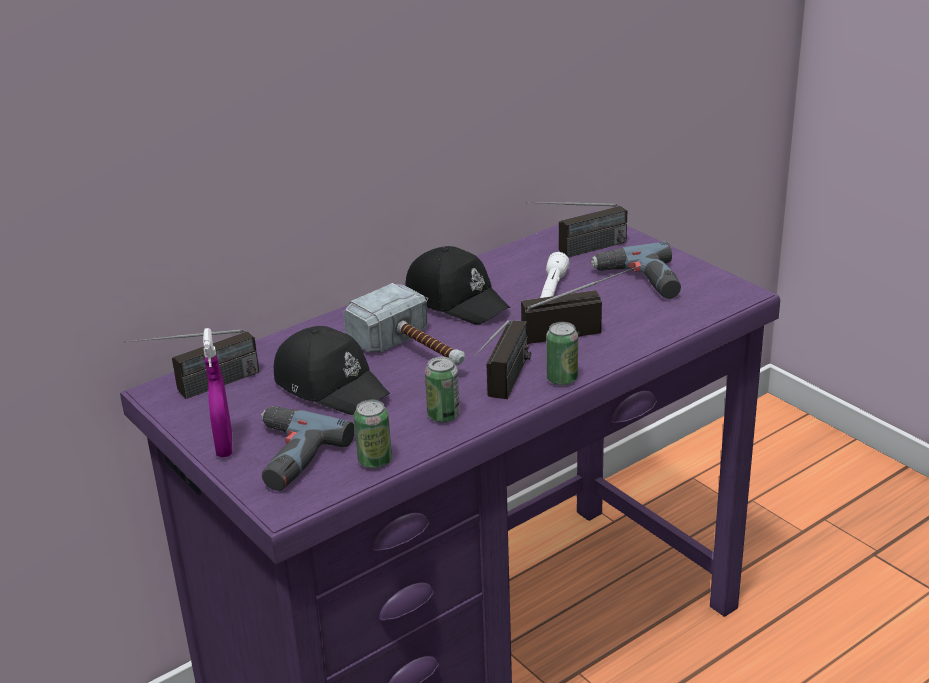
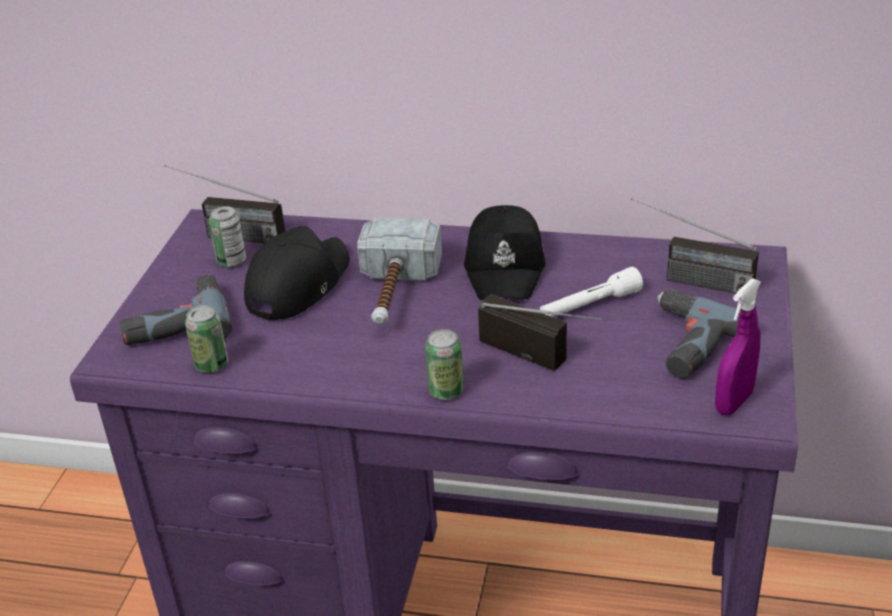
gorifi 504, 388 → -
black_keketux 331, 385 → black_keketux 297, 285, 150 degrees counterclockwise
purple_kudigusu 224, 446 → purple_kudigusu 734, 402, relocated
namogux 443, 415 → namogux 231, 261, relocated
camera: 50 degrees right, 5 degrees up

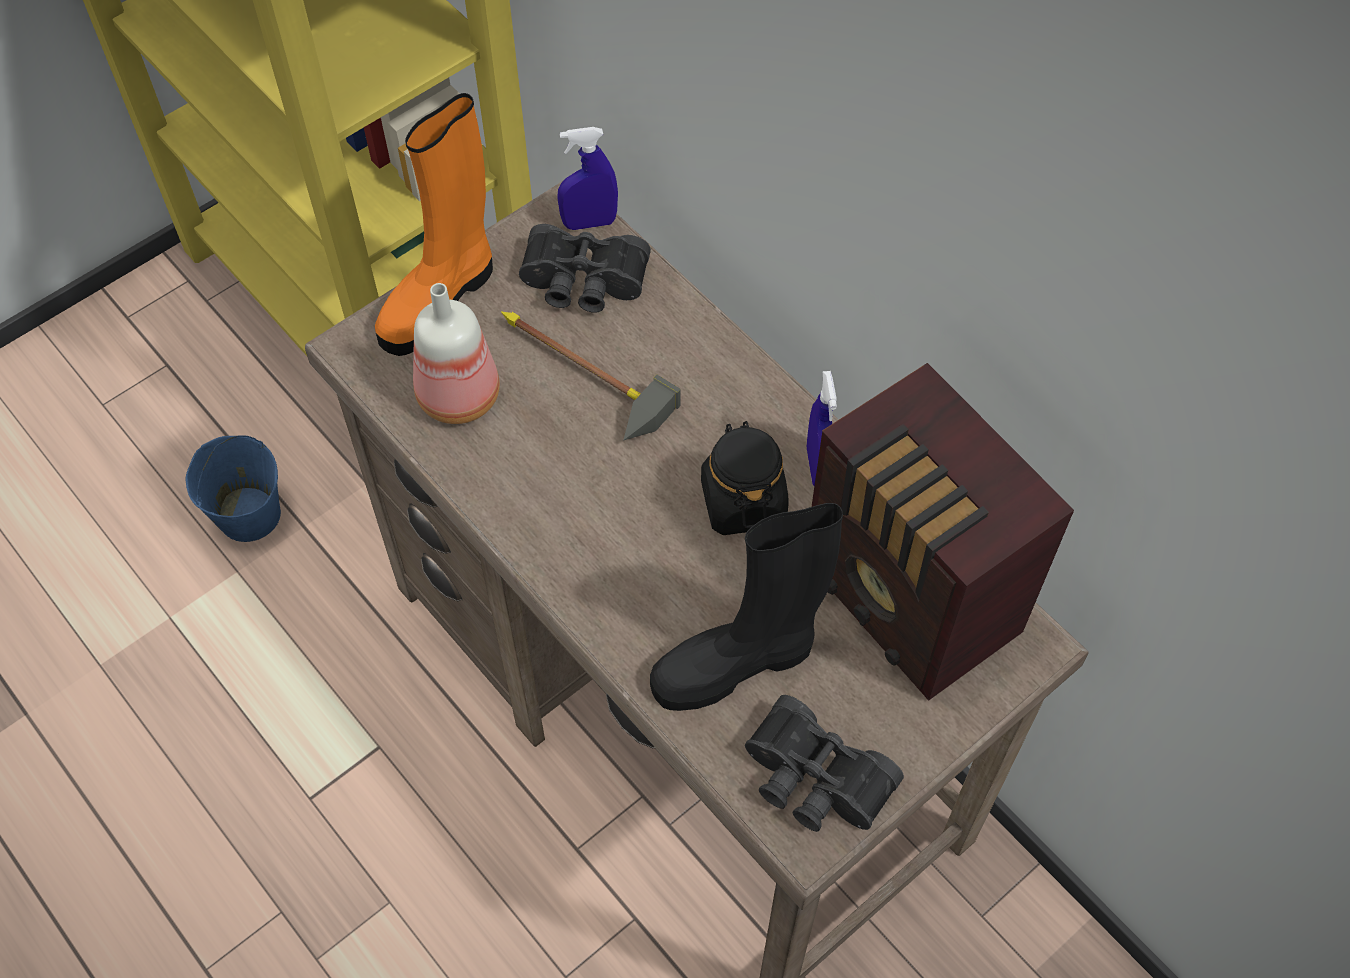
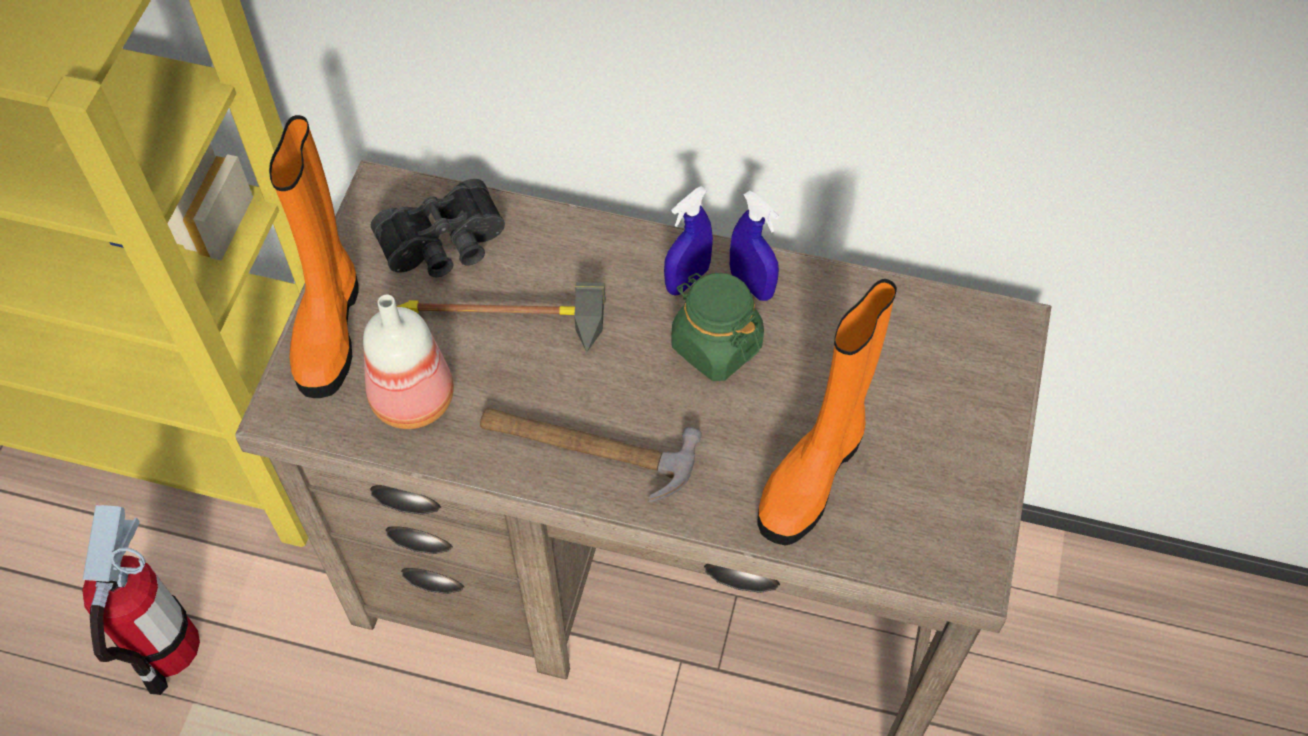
blue_kudigusu 589, 223 → blue_kudigusu 687, 279, relocated
gorifi 911, 603 → -
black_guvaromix 743, 501 → green_guvaromix 715, 345
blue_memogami 248, 514 → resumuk 166, 646
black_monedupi 737, 663 → orange_monedupi 814, 474
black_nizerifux 813, 781 → -
- → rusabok 586, 447
camera: 35 degrees left, 0 degrees up

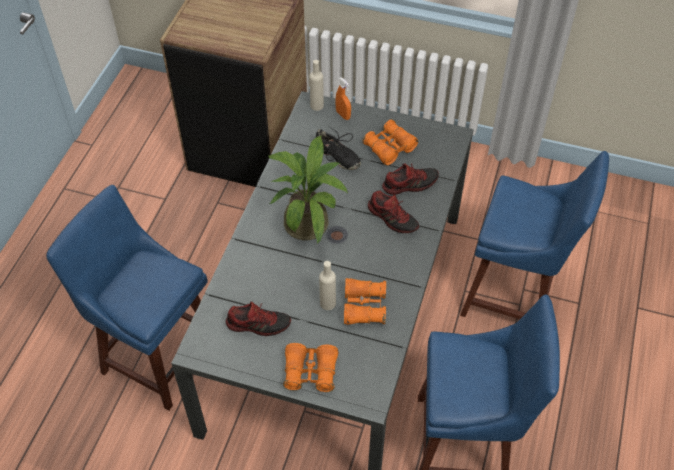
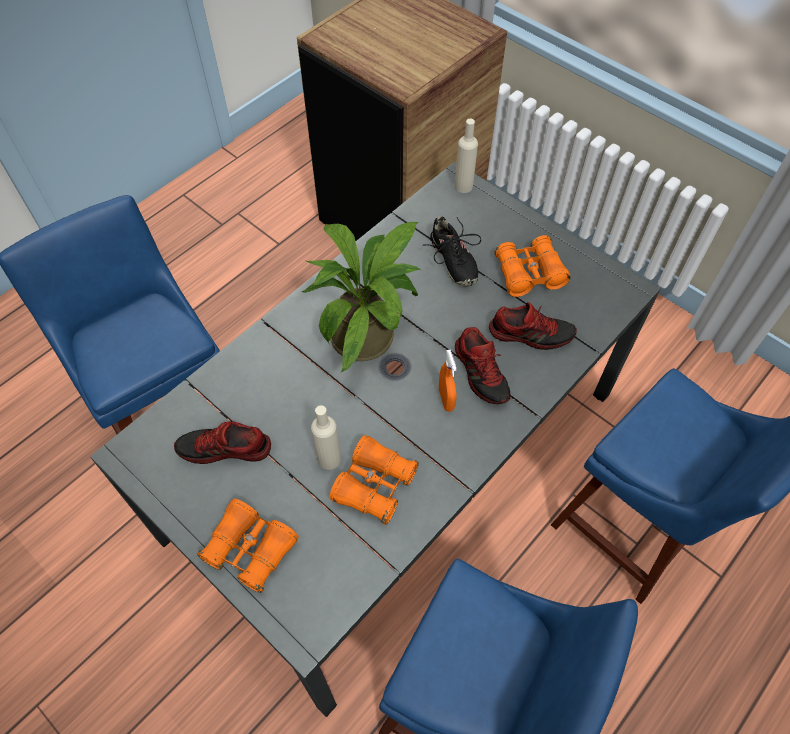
orange_kudigusu 343, 115 → orange_kudigusu 446, 399, relocated
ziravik 258, 324 → ziravik 225, 450, 150 degrees clockwise
camera: 25 degrees right, 5 degrees up

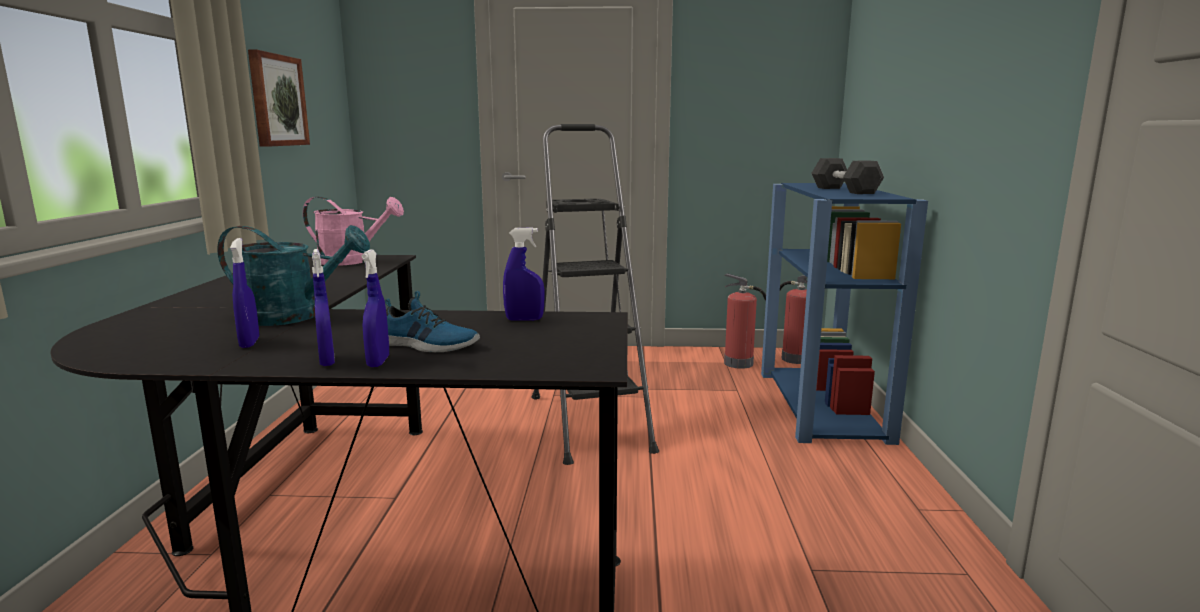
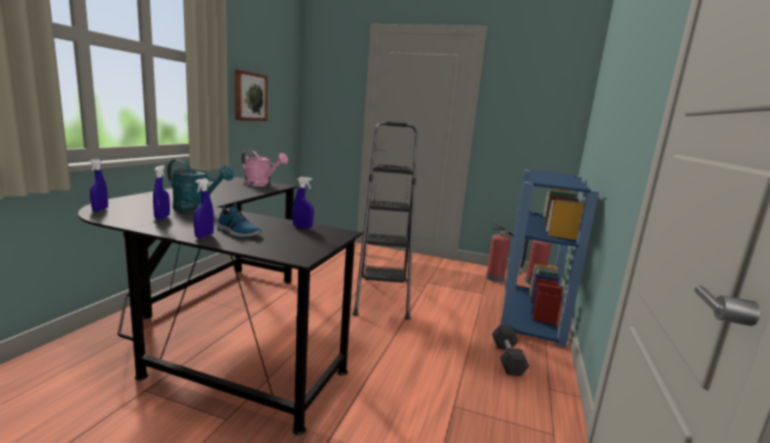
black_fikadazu 844, 190 → black_fikadazu 507, 358, relocated
blue_kudigusu 327, 361 → blue_kudigusu 100, 210, relocated
camera: 15 degrees right, 0 degrees up

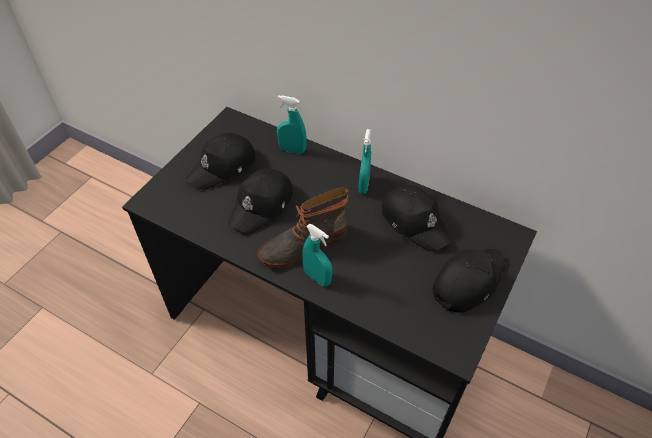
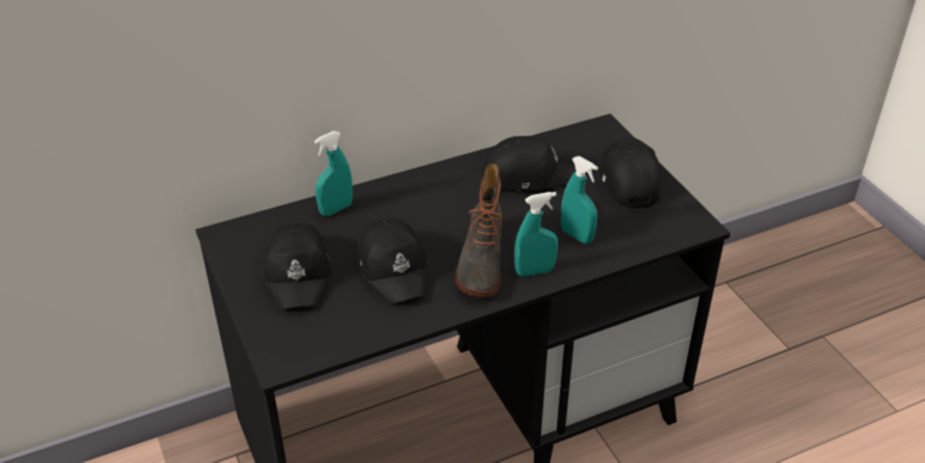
turquoise_kudigusu 363, 185 → turquoise_kudigusu 577, 235, relocated
camera: 55 degrees left, 10 degrees down

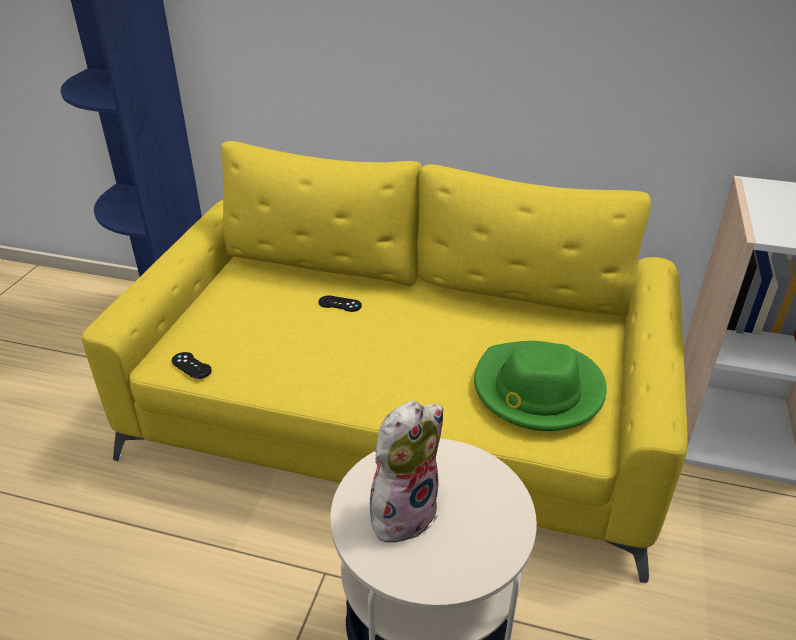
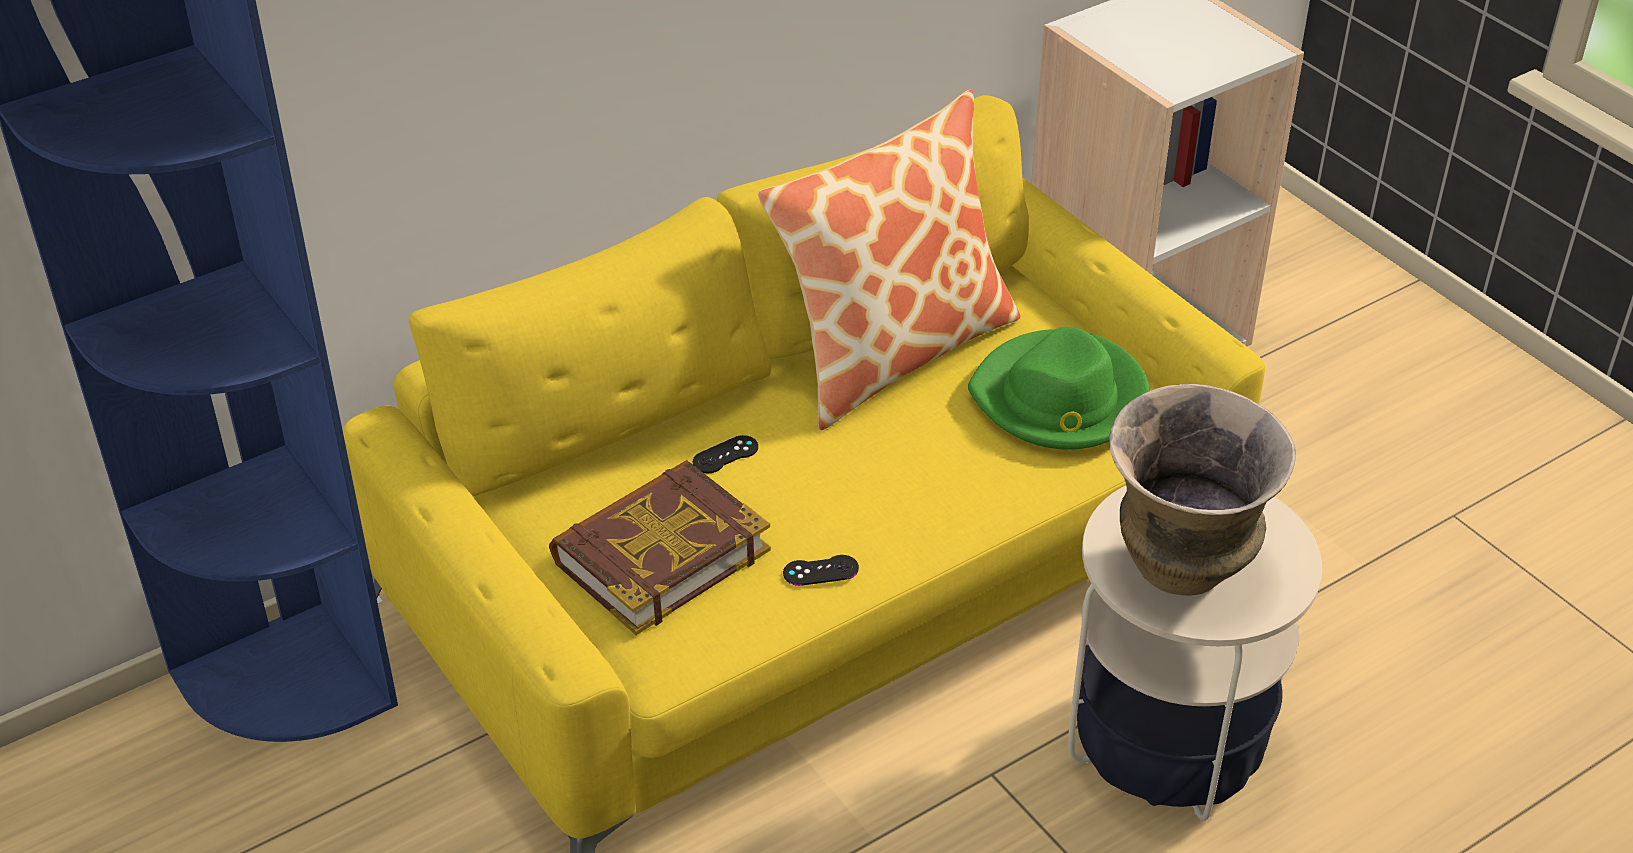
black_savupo 191, 365 → black_savupo 820, 571, relocated
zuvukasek 403, 511 → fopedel 1183, 571
- → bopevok 893, 351
- → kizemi 660, 555
camera: 50 degrees left, 5 degrees up

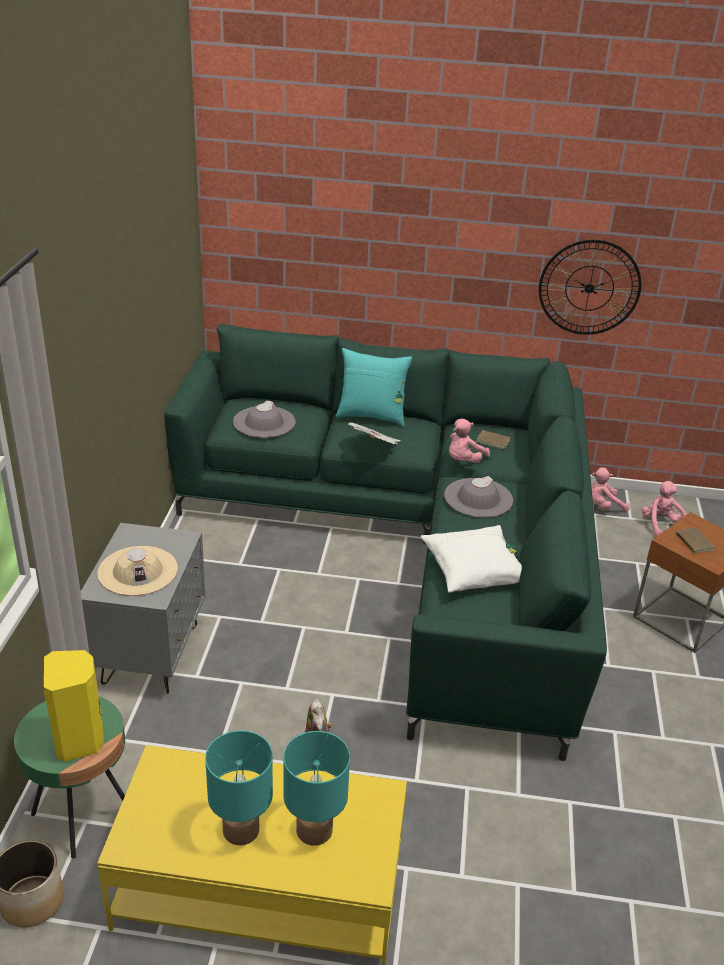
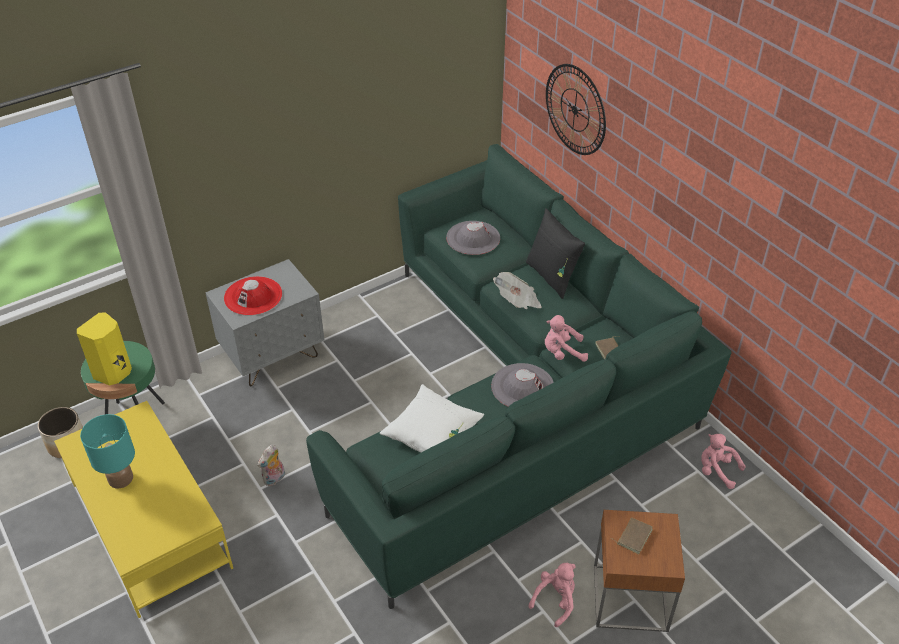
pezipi 589, 288 → pezipi 575, 110, relocated
turquoise_bopevok 371, 417 → black_bopevok 551, 277
pink_zuvukasek 661, 525 → pink_zuvukasek 555, 600, relocated
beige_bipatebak 138, 571 → red_bipatebak 253, 296
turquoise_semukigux 314, 830 → -
camera: 50 degrees right, 10 degrees up

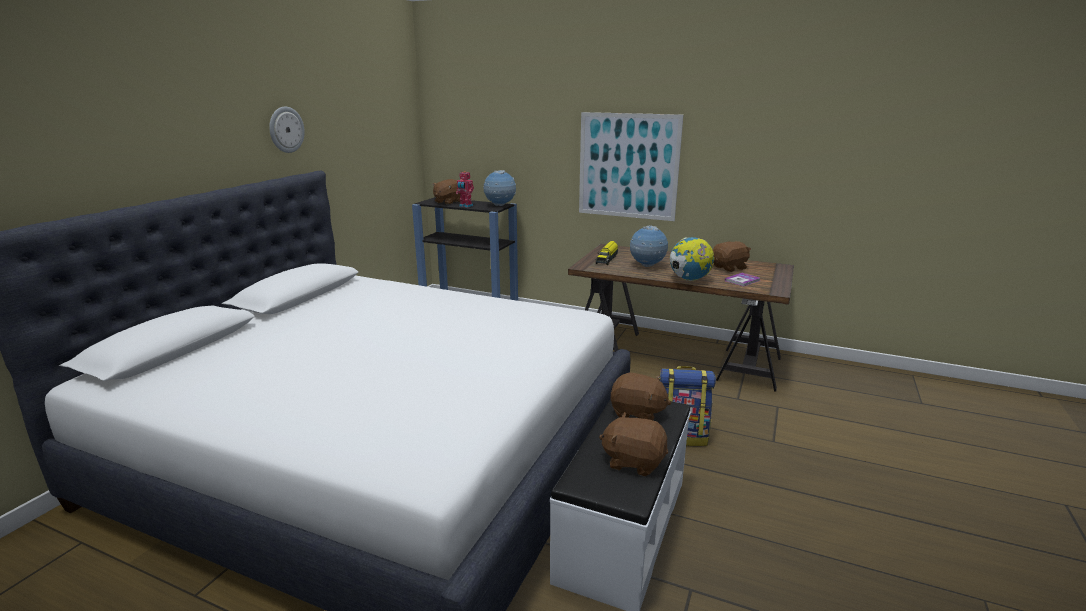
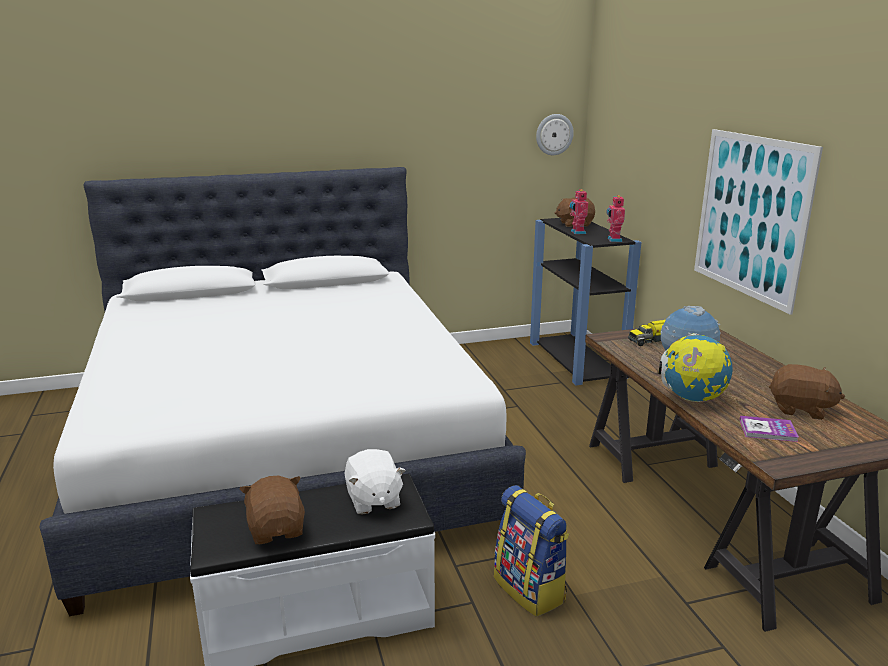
pezipi 286, 129 → pezipi 554, 134, relocated
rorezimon 500, 205 → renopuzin 613, 240
brown_zuvukasek 637, 413 → white_zuvukasek 373, 500
camera: 50 degrees right, 0 degrees up

